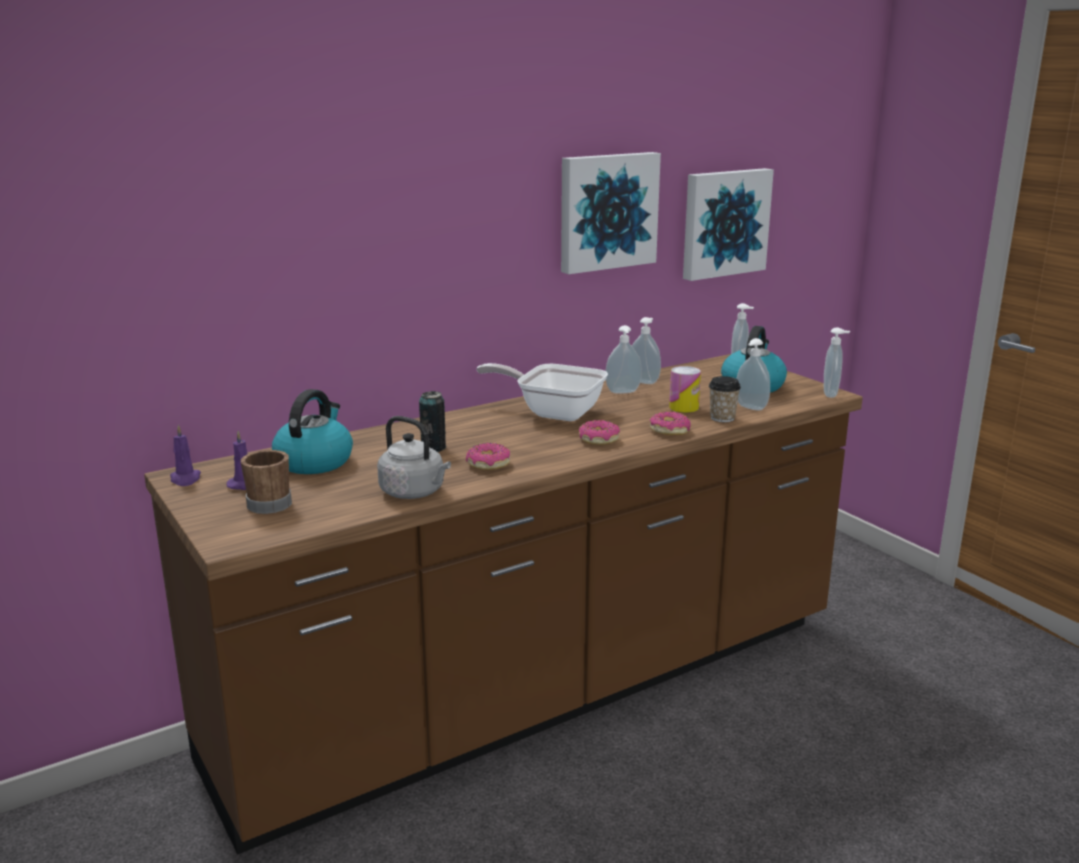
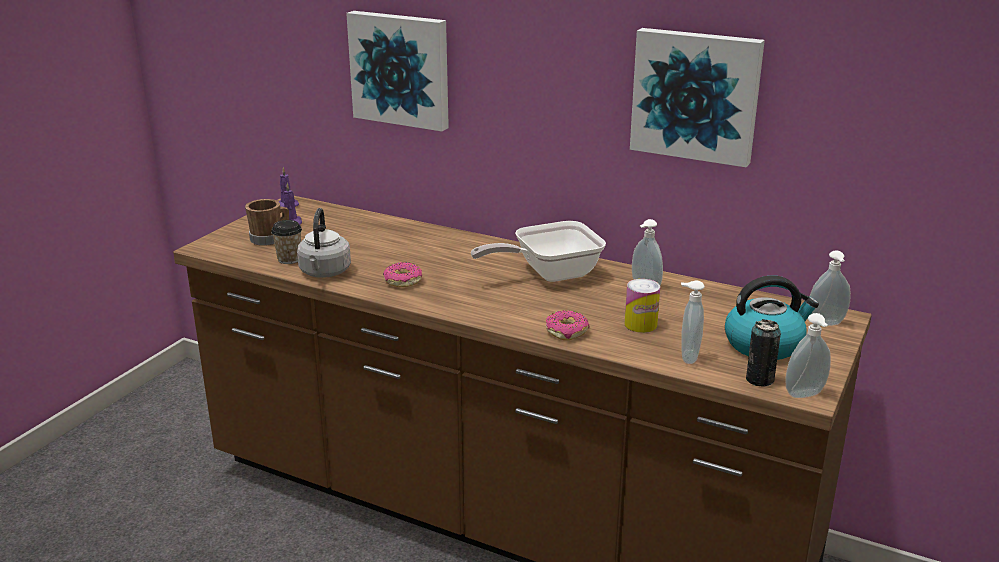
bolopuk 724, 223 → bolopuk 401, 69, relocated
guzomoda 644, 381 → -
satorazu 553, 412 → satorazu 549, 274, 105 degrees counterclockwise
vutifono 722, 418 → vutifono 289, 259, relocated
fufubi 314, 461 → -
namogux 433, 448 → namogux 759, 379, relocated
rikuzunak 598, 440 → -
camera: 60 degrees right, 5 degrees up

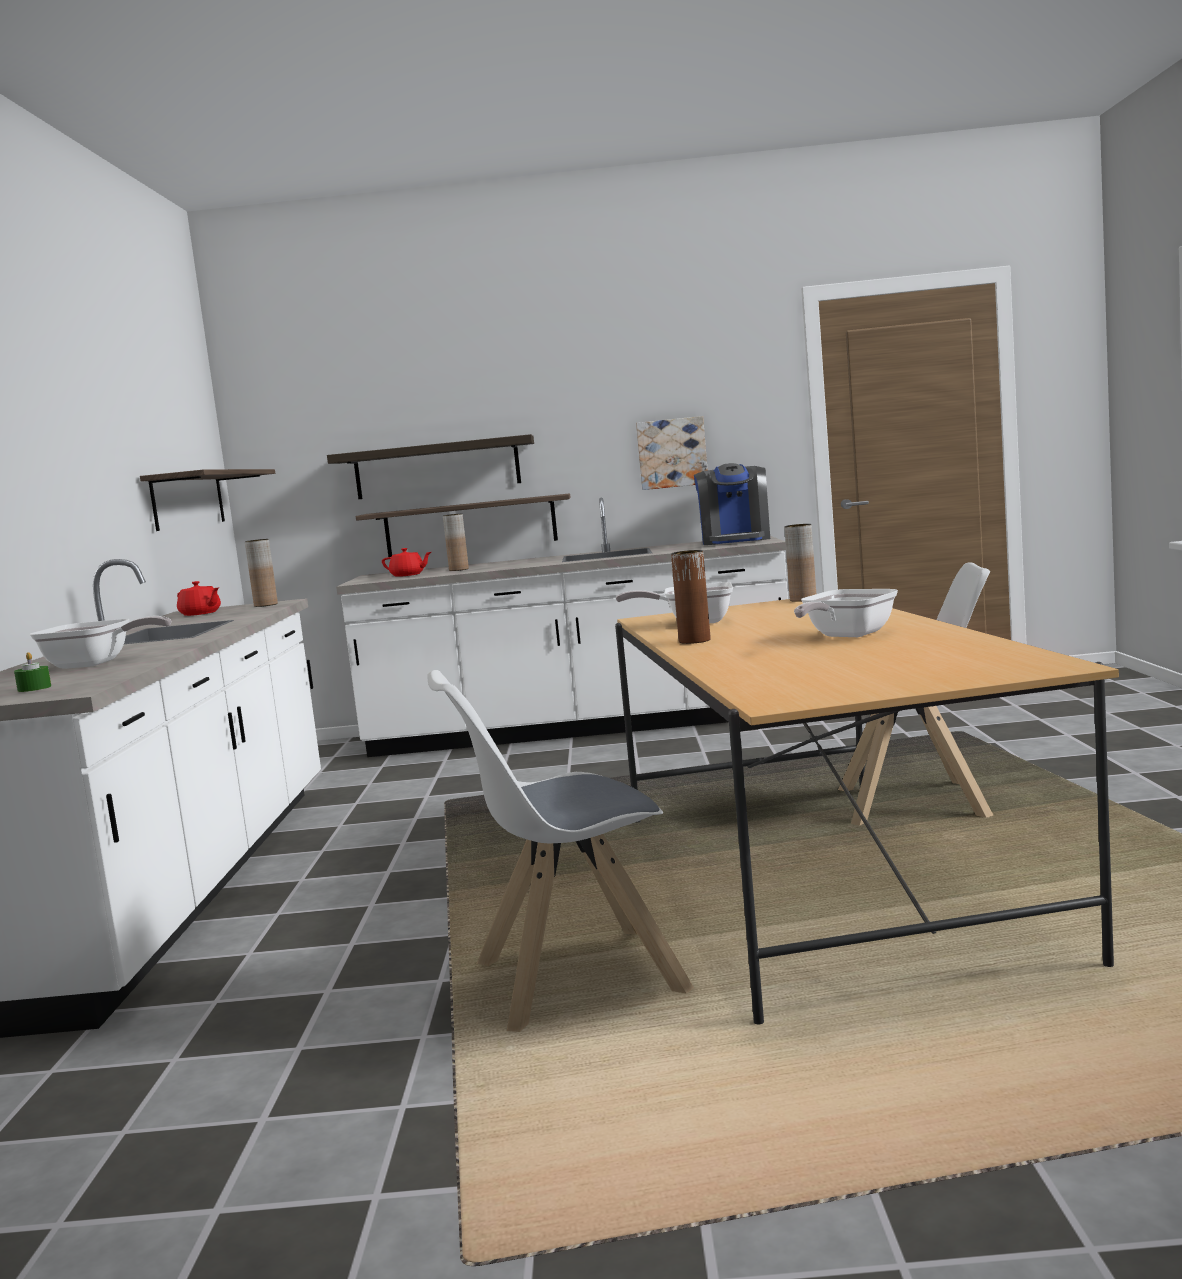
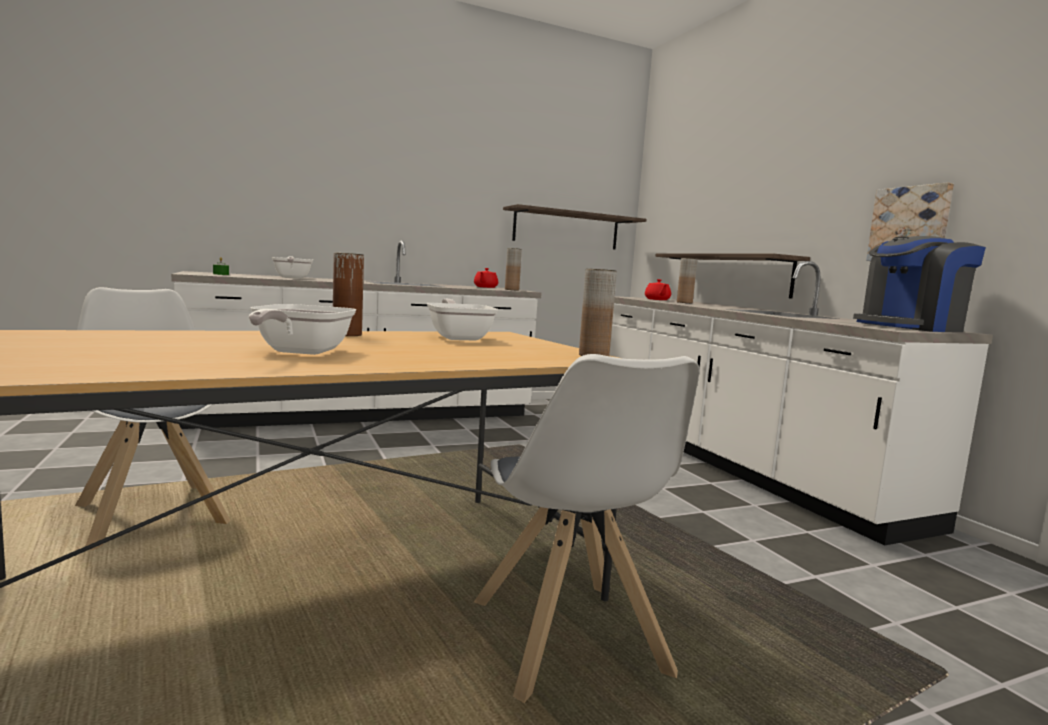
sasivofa 437, 468 → -
satorazu 845, 636 → satorazu 299, 352, 105 degrees counterclockwise
camera: 65 degrees right, 0 degrees up

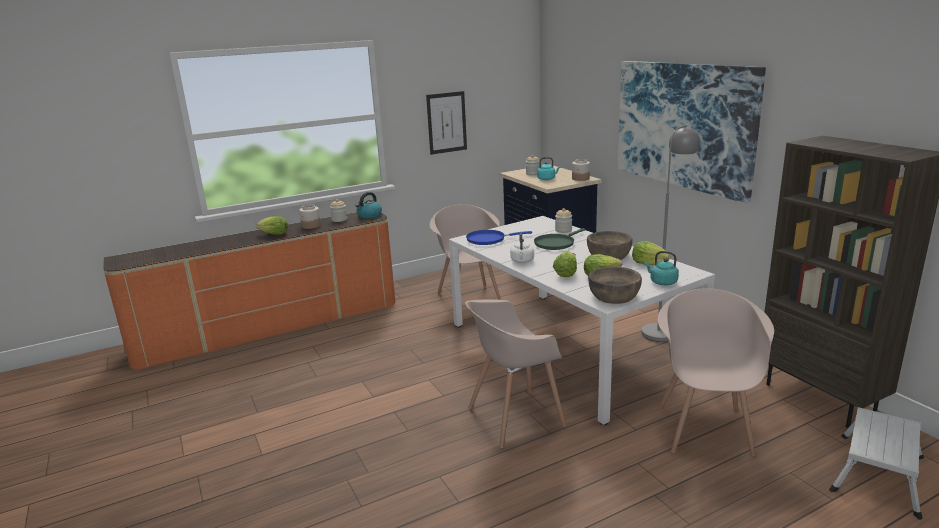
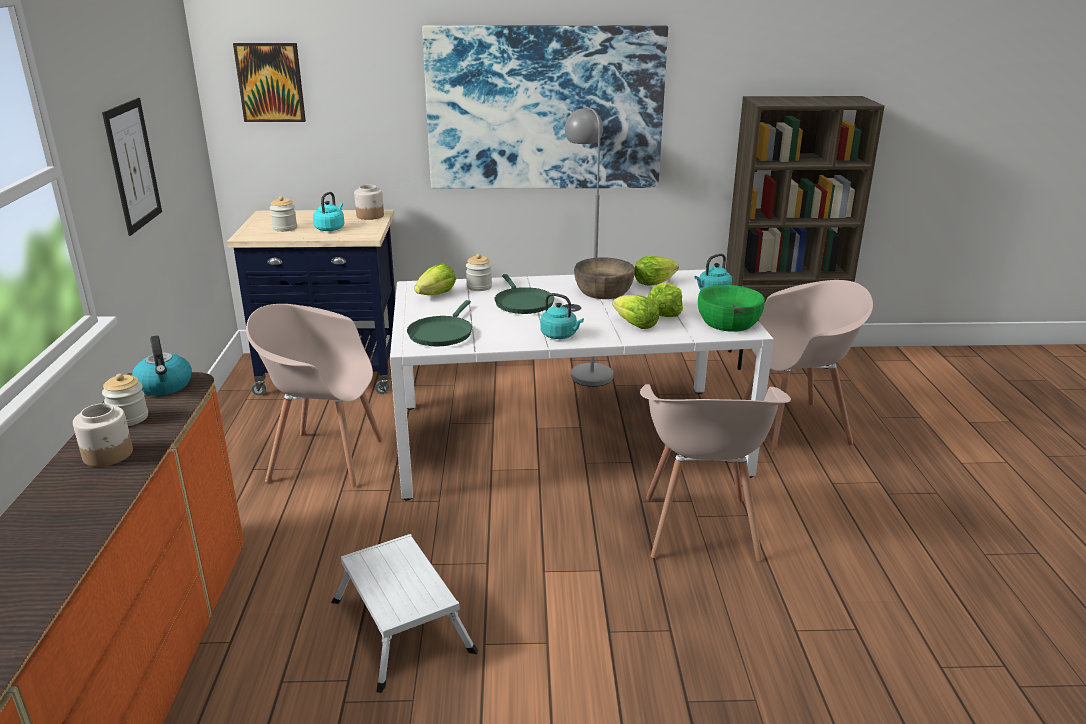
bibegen 275, 234 → bibegen 436, 295, relocated
blue_satorazu 488, 239 → green_satorazu 441, 333
white_fufubi 522, 261 → turquoise_fufubi 560, 335
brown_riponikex 614, 296 → green_riponikex 729, 322
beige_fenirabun 704, 430 → beige_fenirabun 795, 427, 135 degrees clockwise
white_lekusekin 877, 473 → white_lekusekin 401, 625, relocated
- → bolopuk 270, 82
camera: 65 degrees left, 5 degrees up

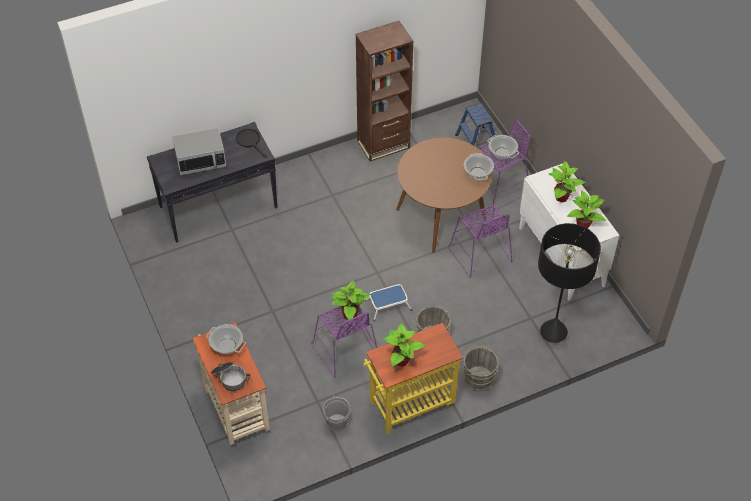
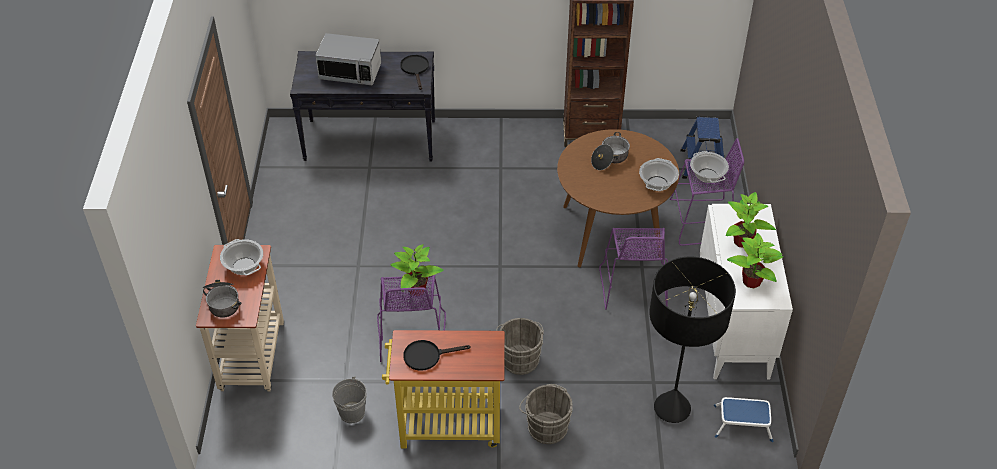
blue_lekusekin 388, 305 → blue_lekusekin 743, 423, relocated
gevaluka 401, 361 → black_satorazu 427, 356
- → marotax 610, 158
camera: 25 degrees right, 5 degrees down

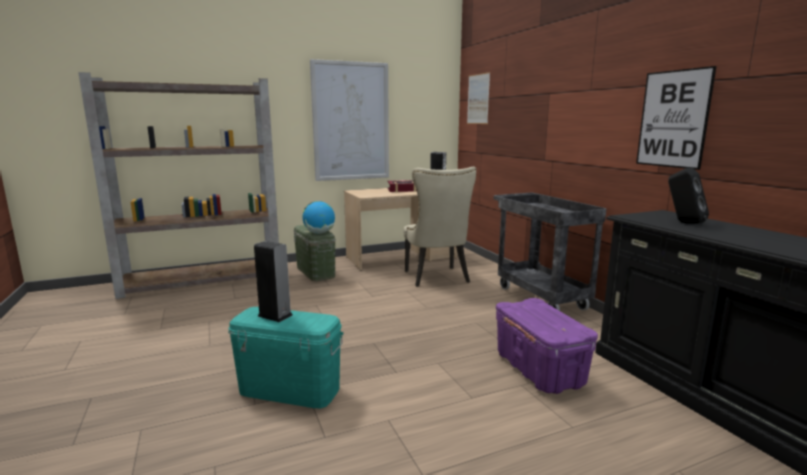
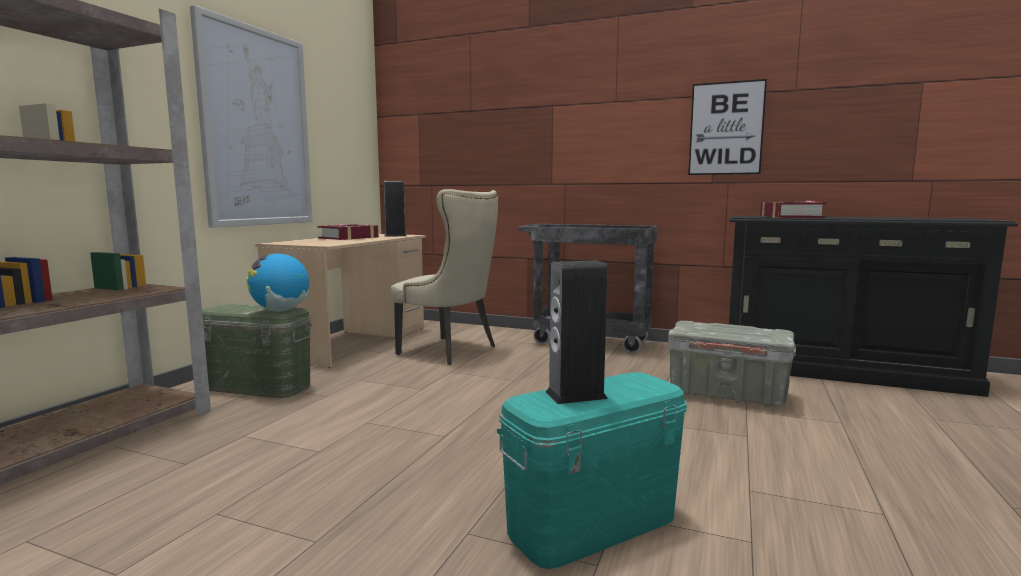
bolopuk 478, 99 → -
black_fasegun 683, 222 → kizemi 790, 217
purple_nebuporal 539, 370 → grey_nebuporal 727, 394
camera: 45 degrees left, 5 degrees down

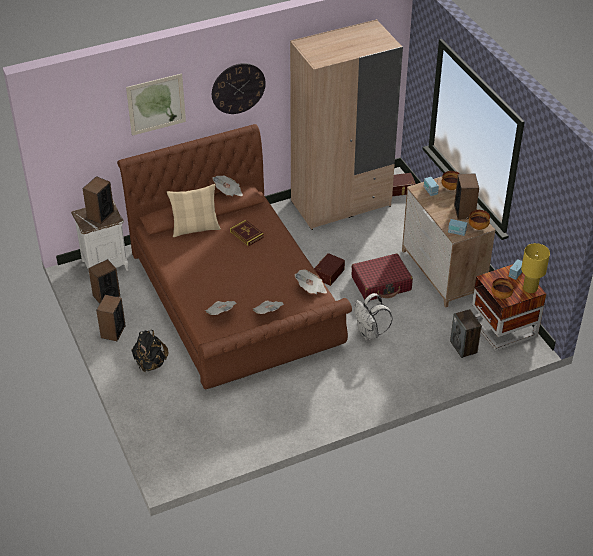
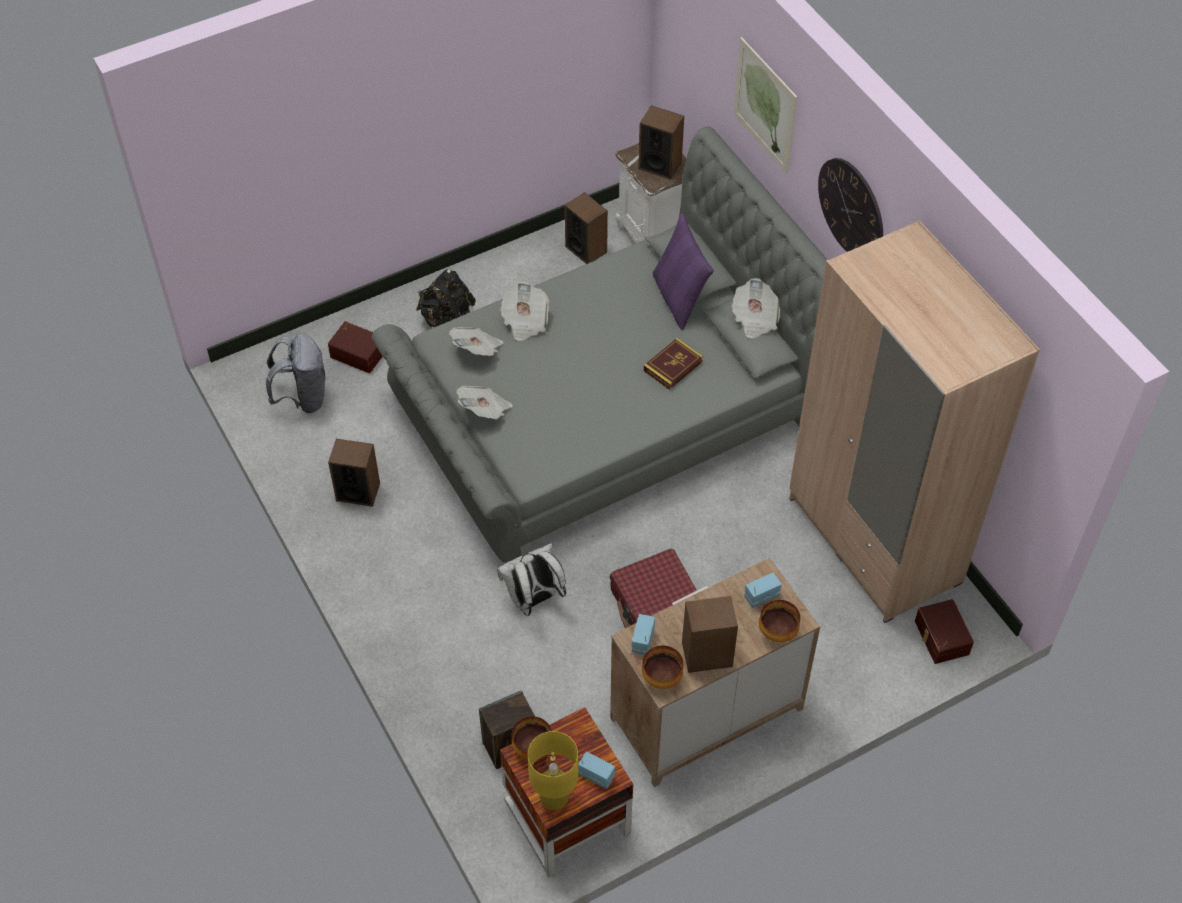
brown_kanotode 234, 296 → grey_kanotode 604, 405
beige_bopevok 195, 228 → purple_bopevok 679, 298
brown_nebuporal 328, 273 → brown_nebuporal 359, 353, relocated
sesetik 311, 289 → sesetik 525, 321, relocated
fasegun 113, 331 → fasegun 358, 491, relocated
- → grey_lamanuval 303, 397
camera: 85 degrees right, 10 degrees up

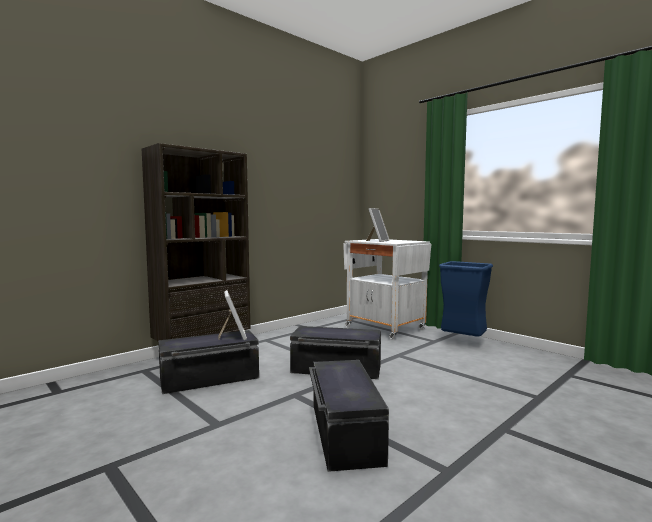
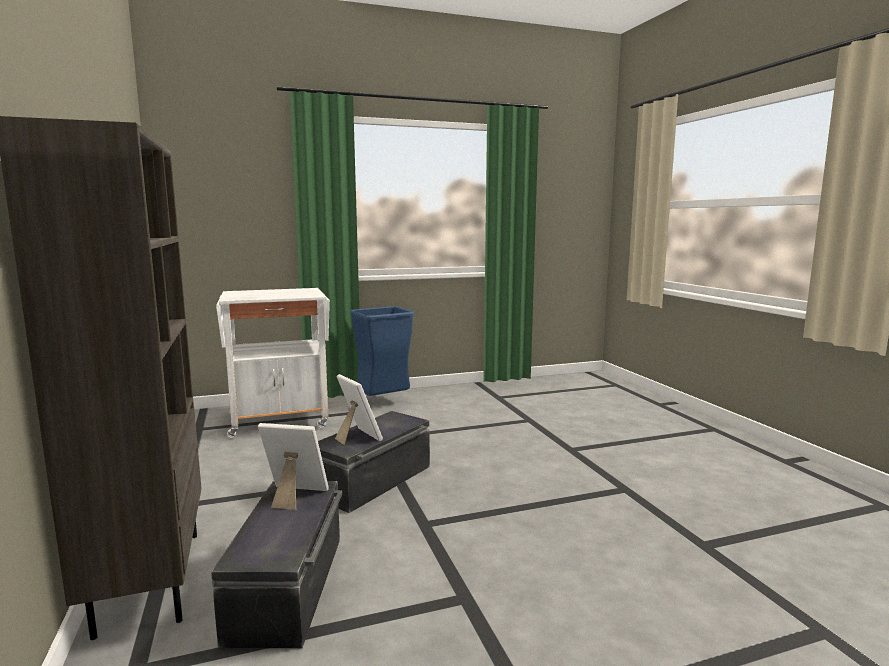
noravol 377, 241 → noravol 357, 437, relocated
black_nebuporal 343, 432 → -
camera: 65 degrees left, 5 degrees up

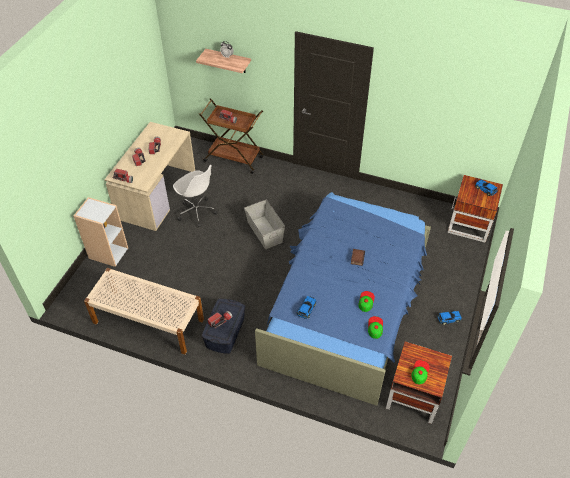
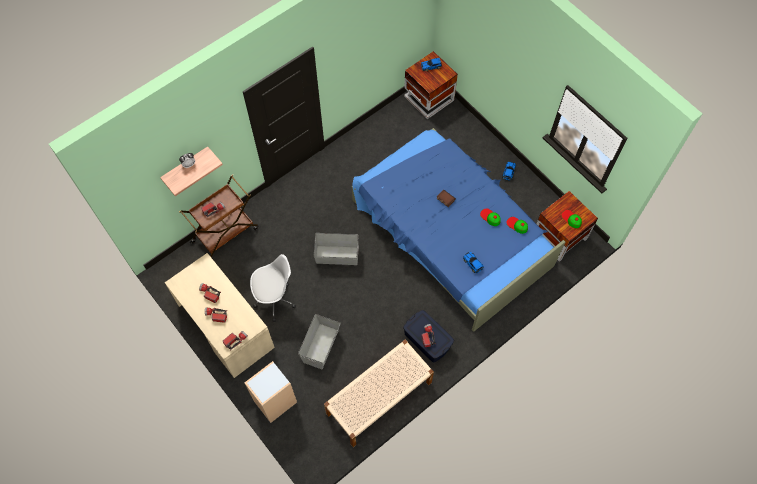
- → grey_nebuporal 320, 346
camera: 60 degrees left, 15 degrees up

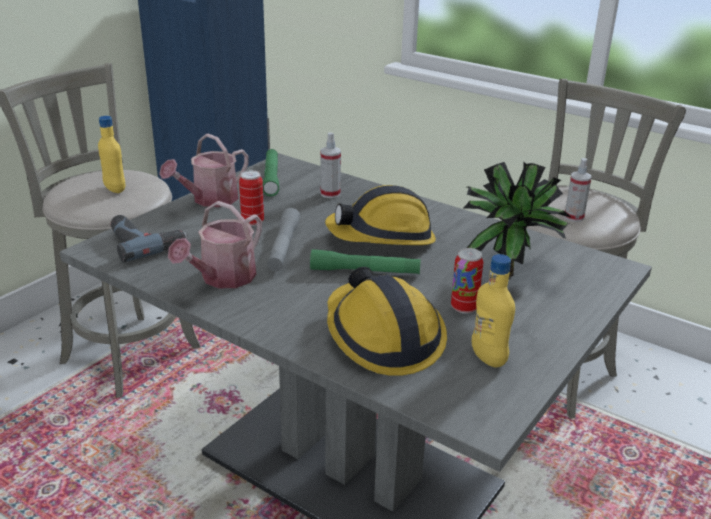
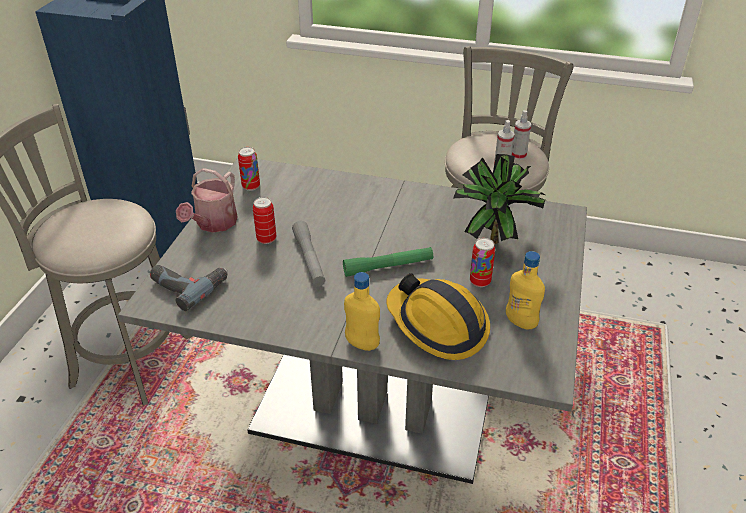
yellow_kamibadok 115, 189 → yellow_kamibadok 362, 344, relocated
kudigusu 330, 194 → kudigusu 518, 155, relocated
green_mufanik 271, 178 → namogux 251, 186
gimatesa 382, 237 → -
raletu 223, 278 → -
camera: 20 degrees left, 10 degrees up

